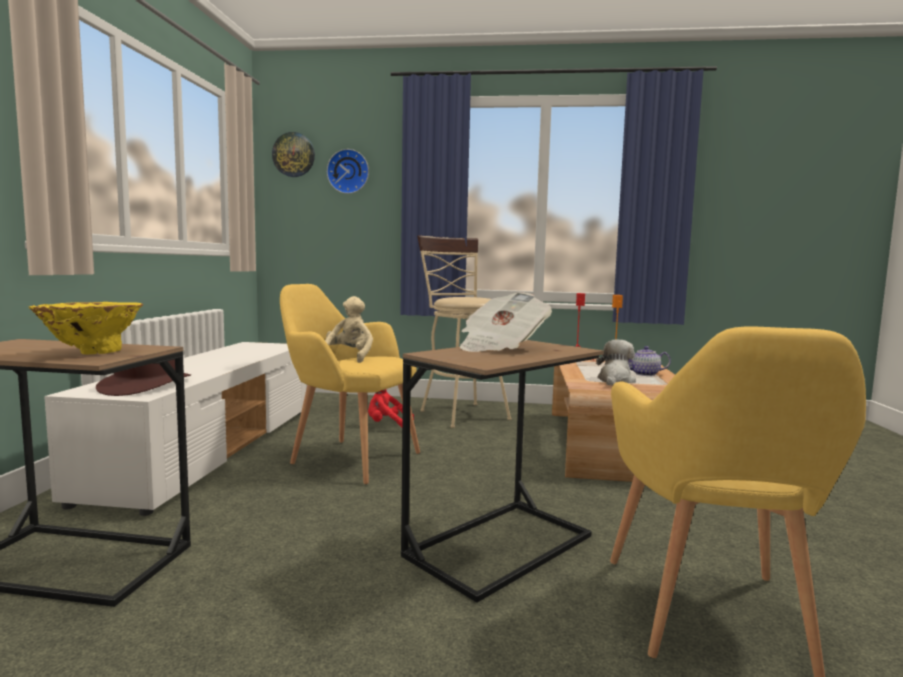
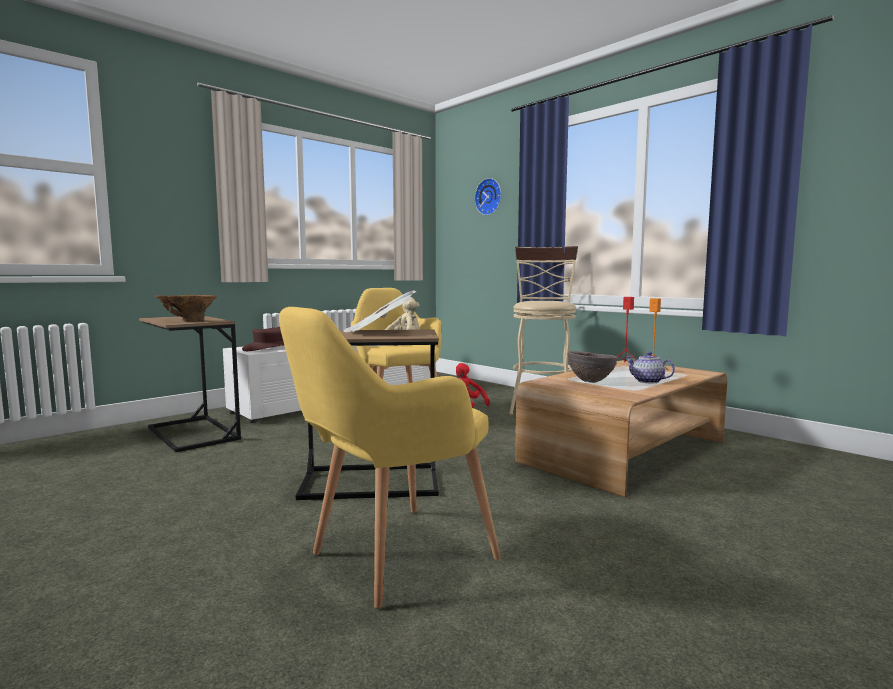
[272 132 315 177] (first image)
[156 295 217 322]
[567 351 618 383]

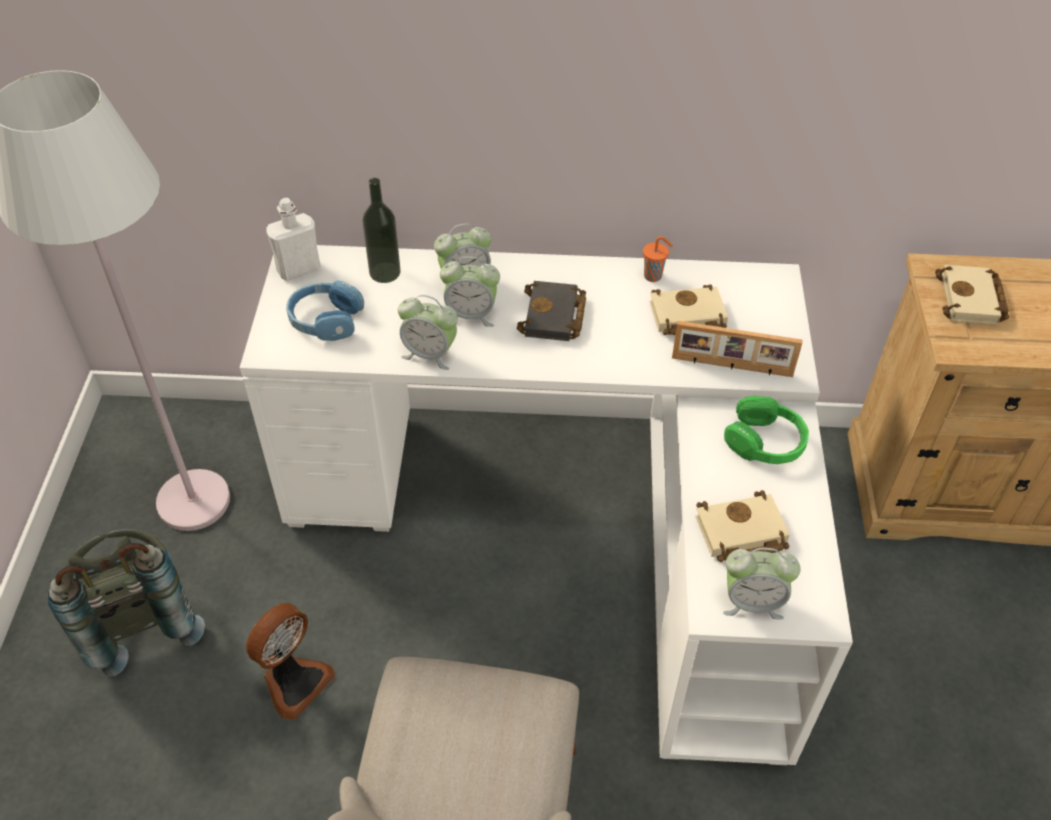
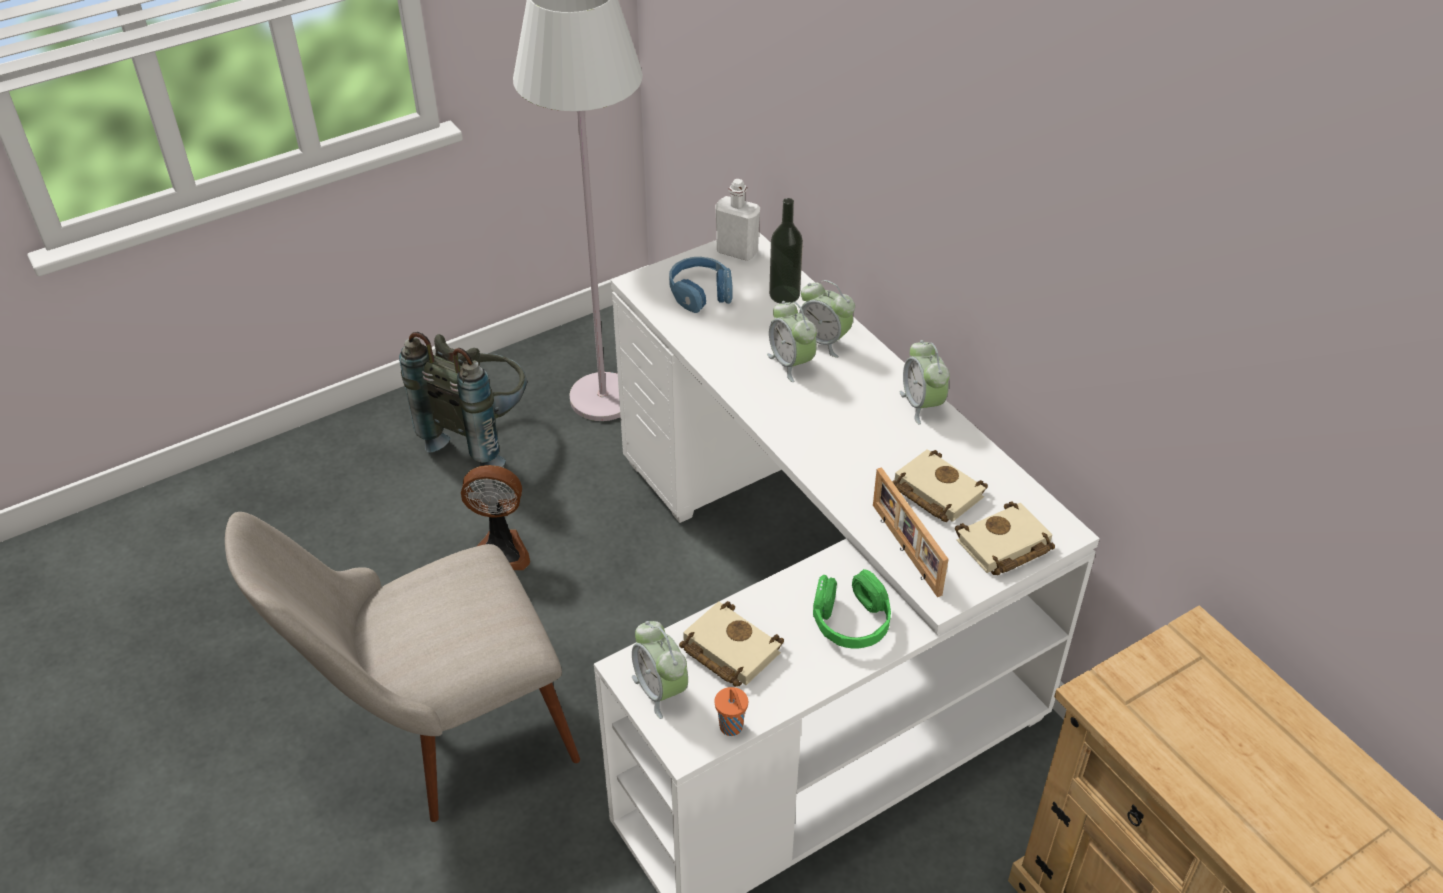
[714 687 748 736]
[955 501 1055 575]
[517 281 586 341] (first image)
[900 340 950 424]

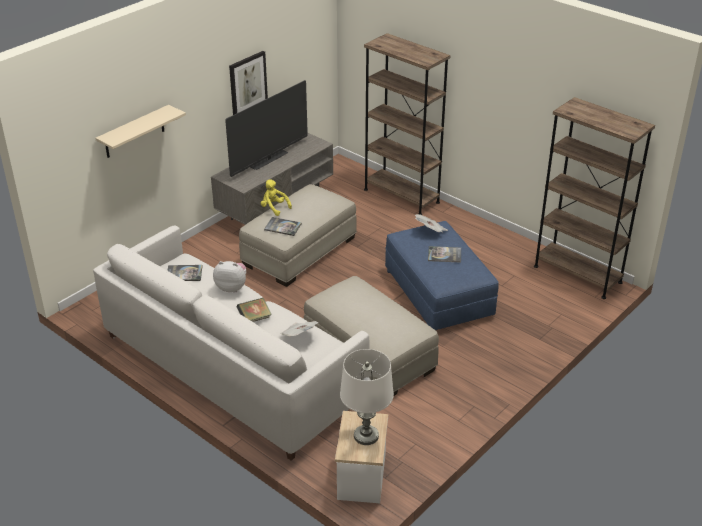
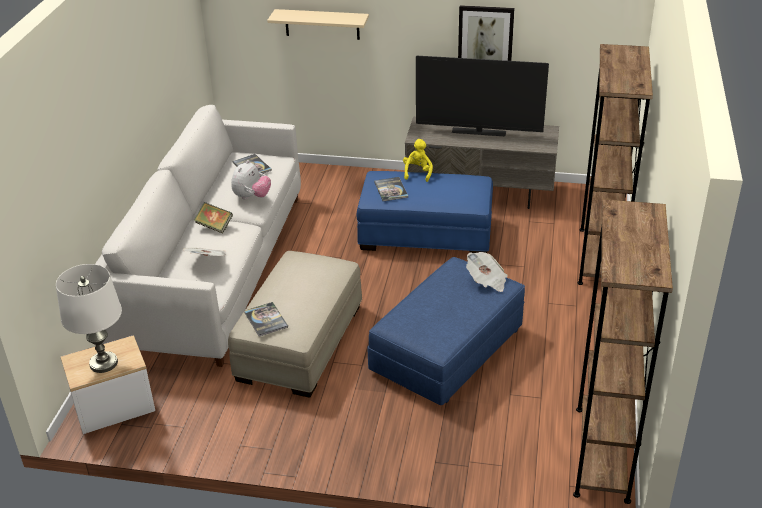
[356 171 493 253]
[244 302 288 336]
[231 160 271 200]

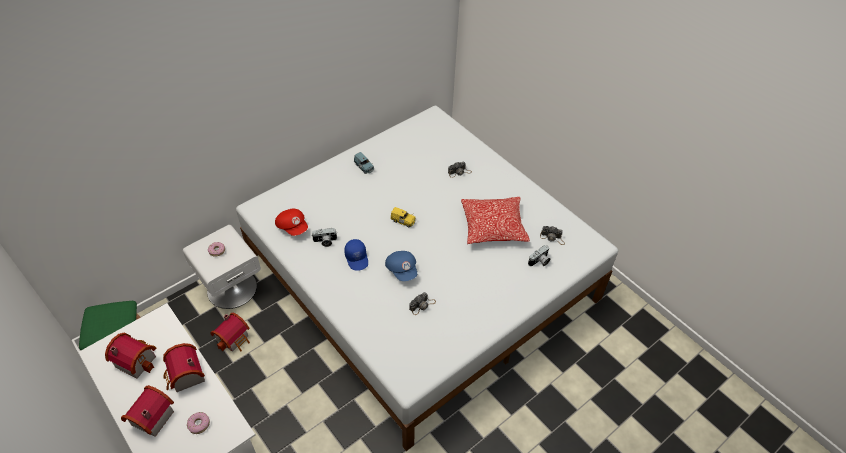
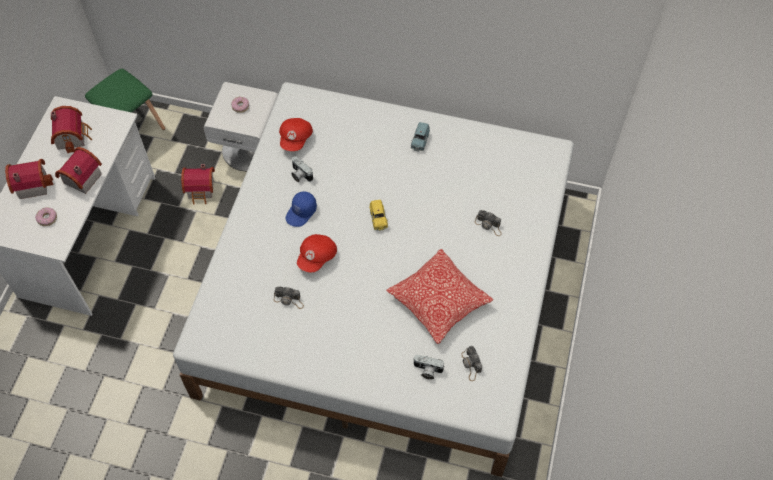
[297 234 337 272]

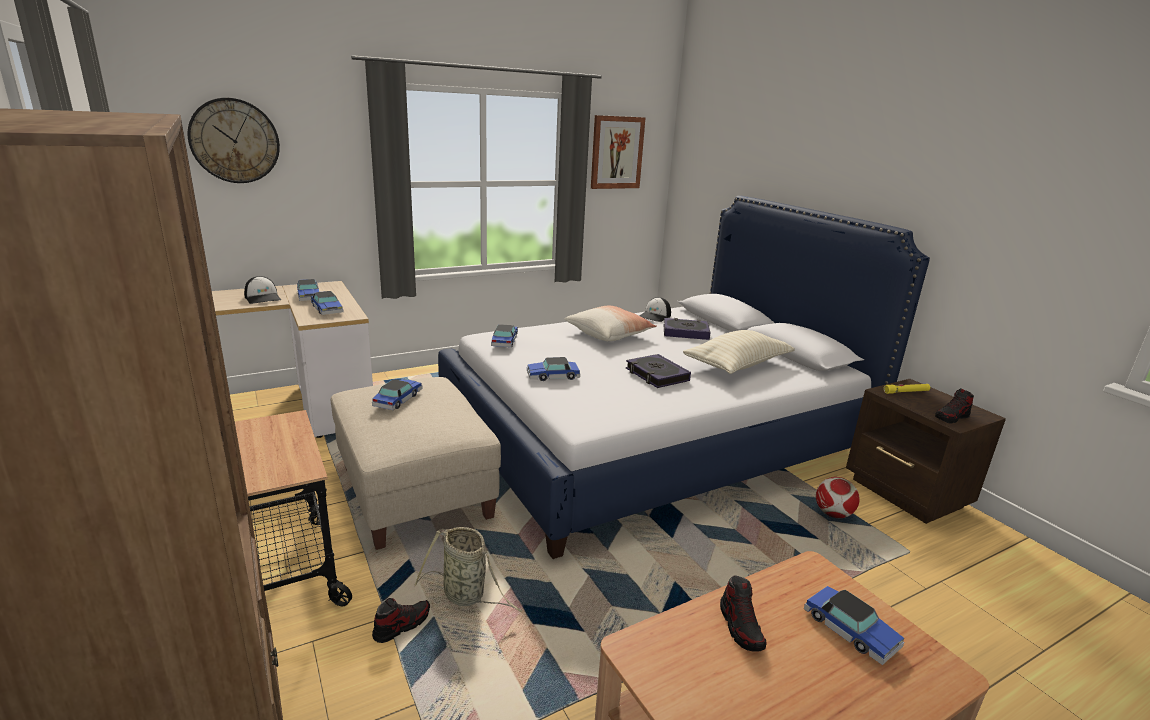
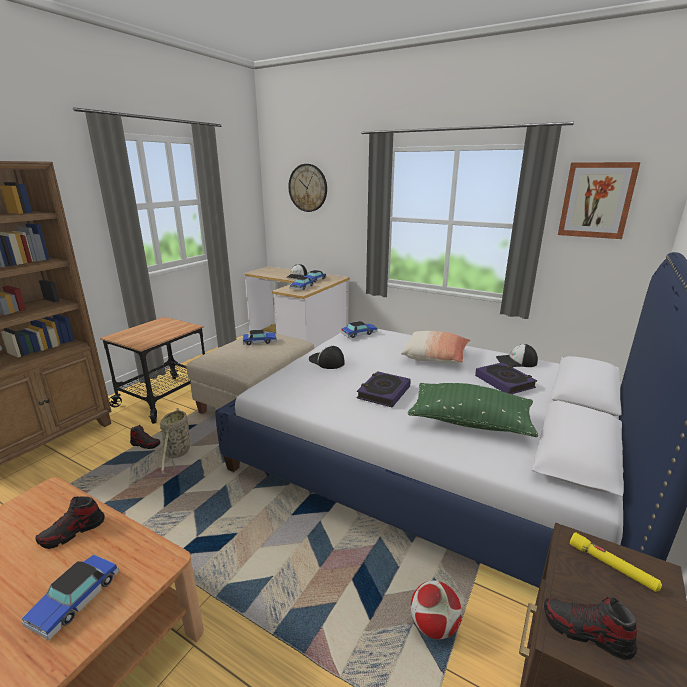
[407 383 538 437]
[309 346 345 369]

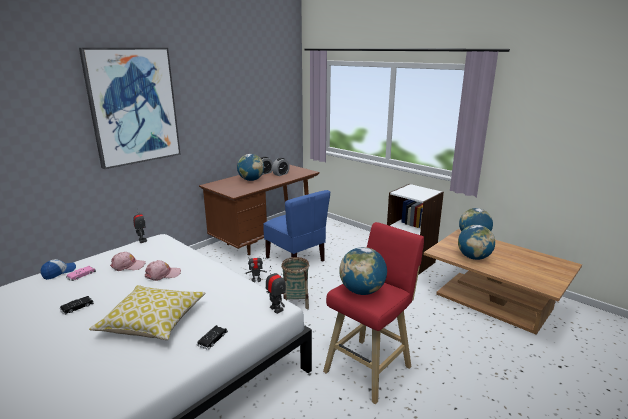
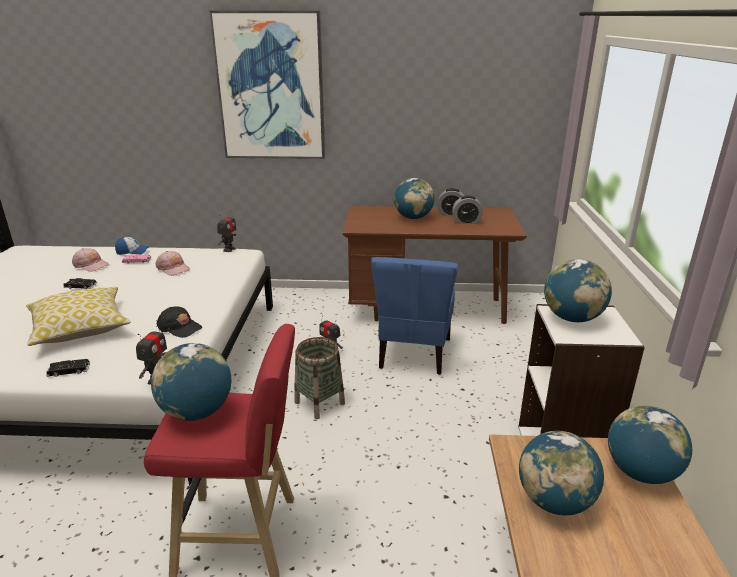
[72 248 109 272]
[544 259 612 322]
[157 306 202 338]

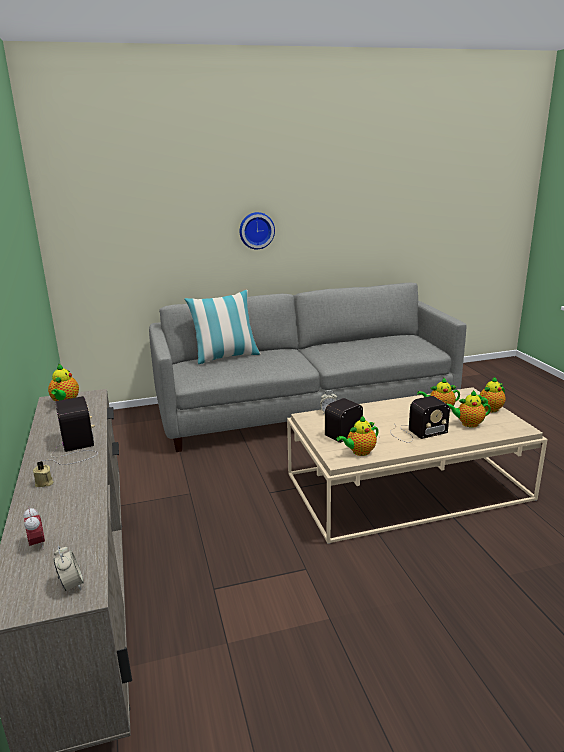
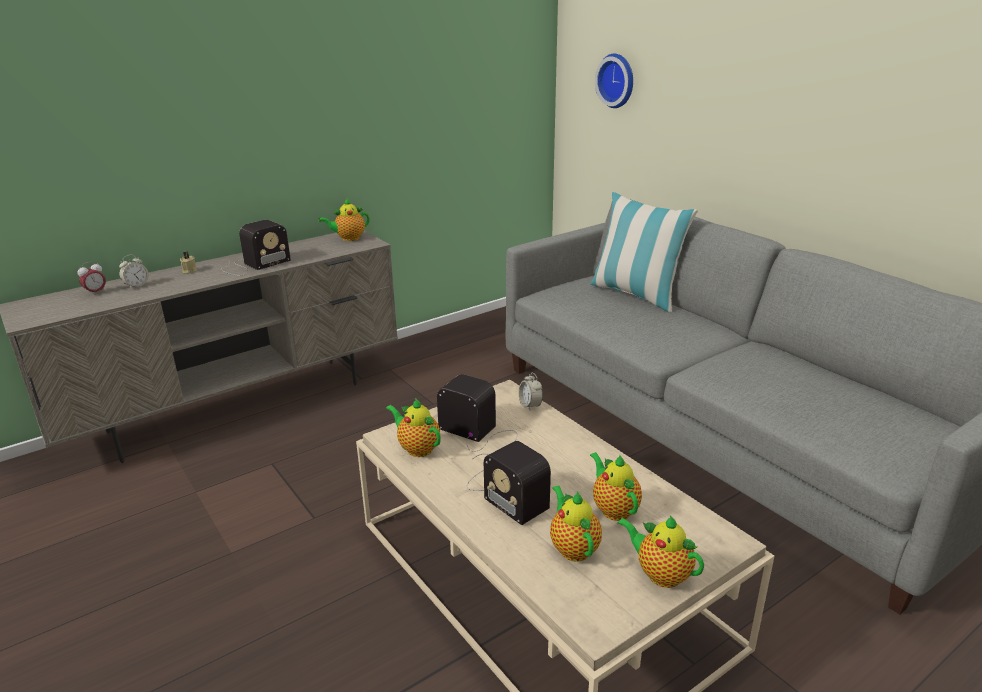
[595 54 633 108]
[119 255 148 289]

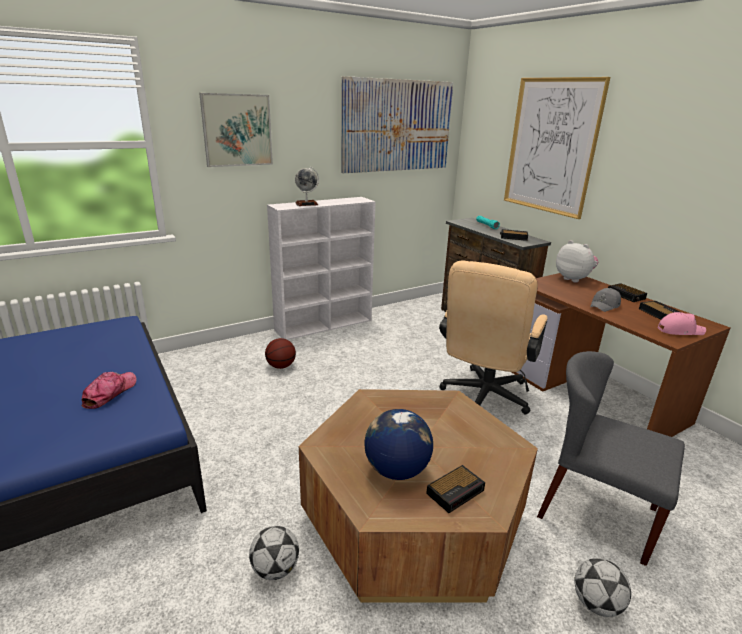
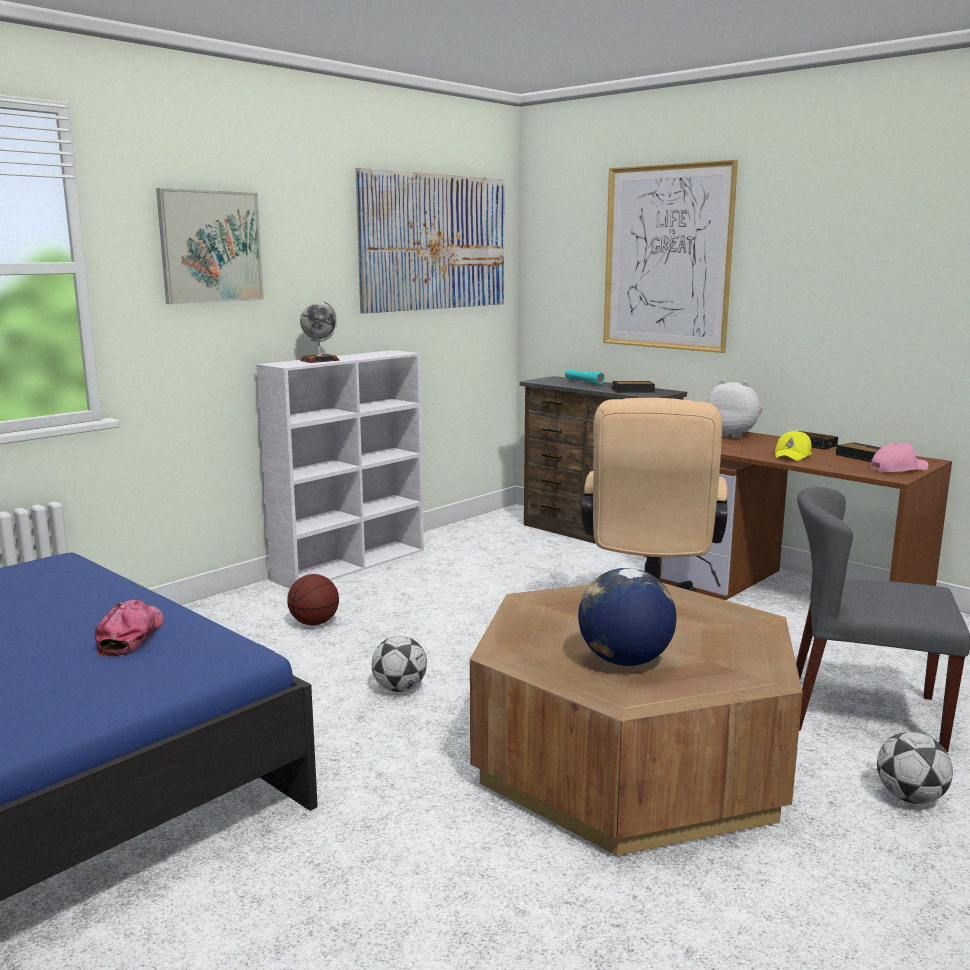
[775 430 812 461]
[426 465 485 513] (first image)
[372 636 427 692]

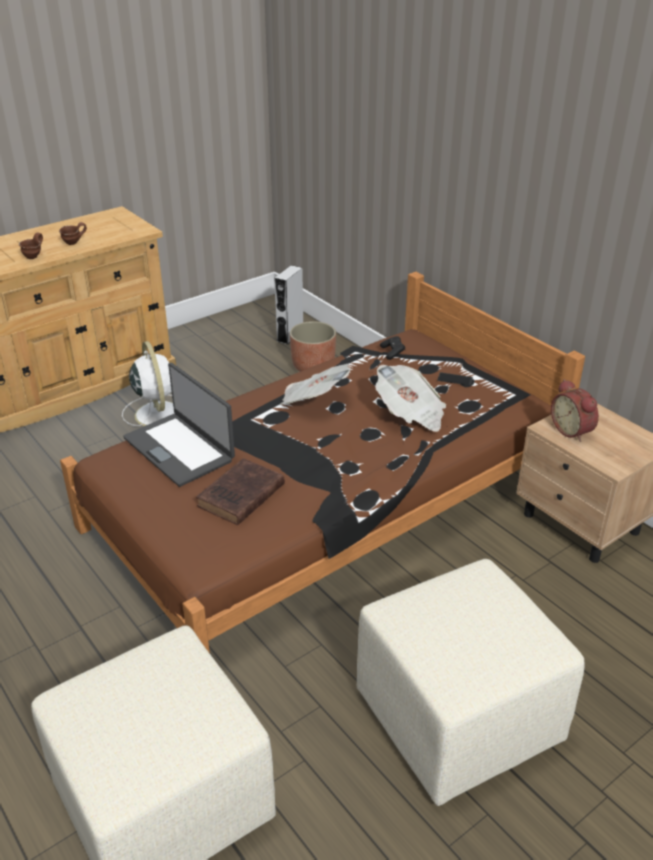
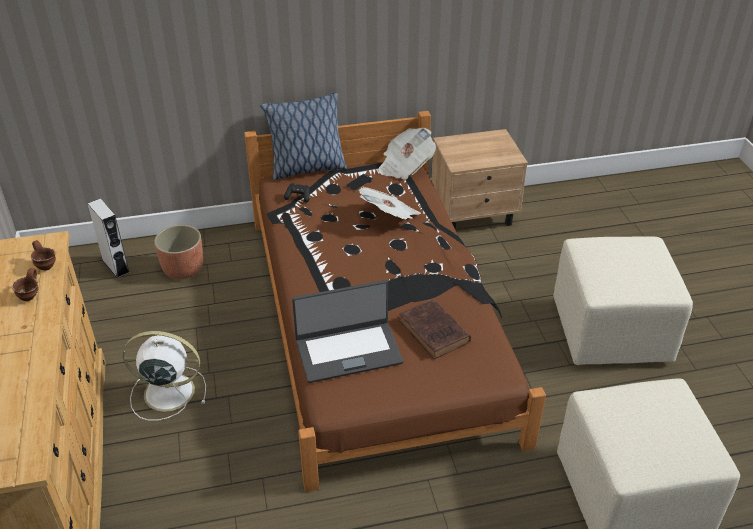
[31 240 56 271]
[378 128 436 180]
[551 379 599 442] (first image)
[260 92 347 181]

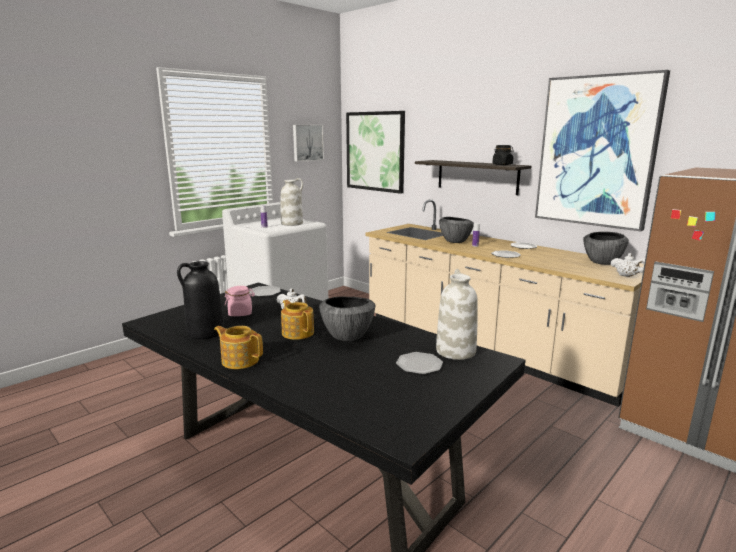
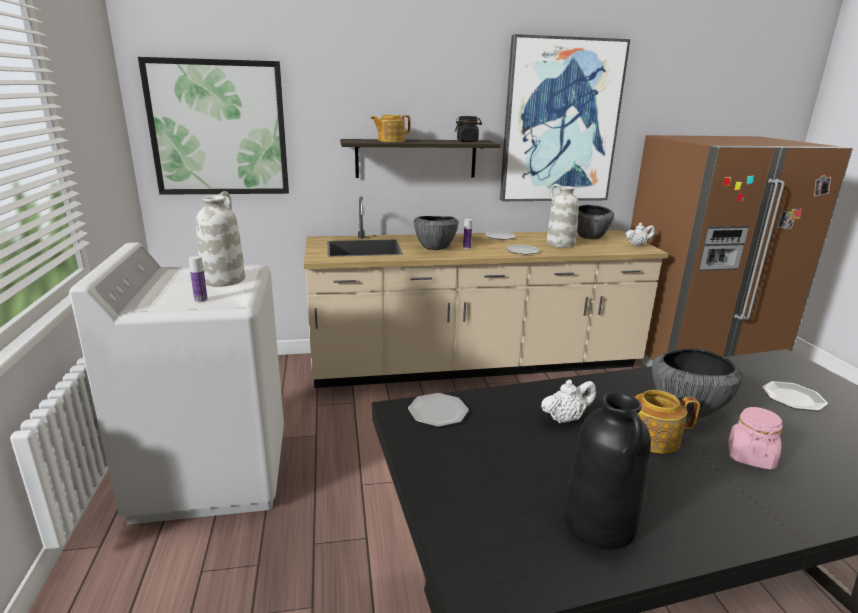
[293 125 324 162] (first image)
[546 184 579 248]
[729 407 783 470]
[371 115 411 142]

